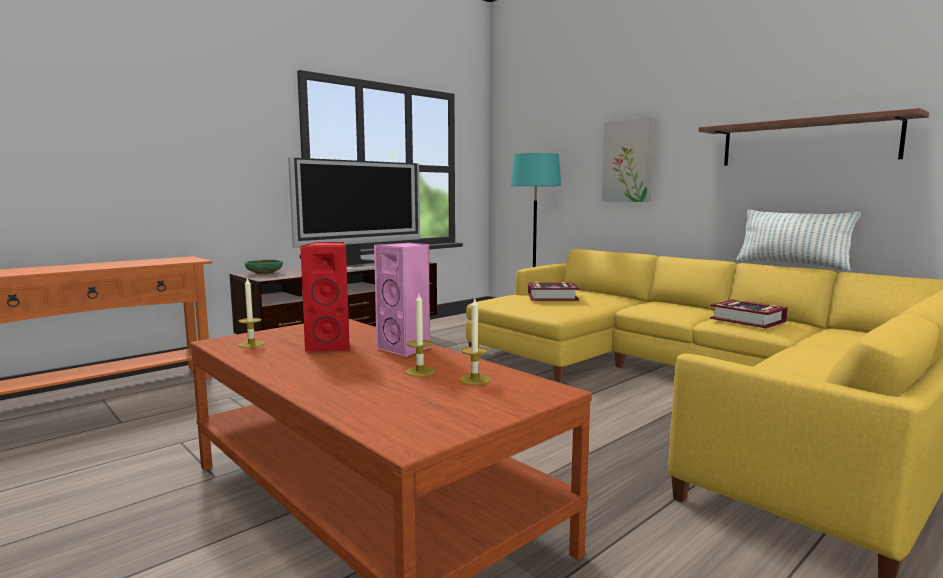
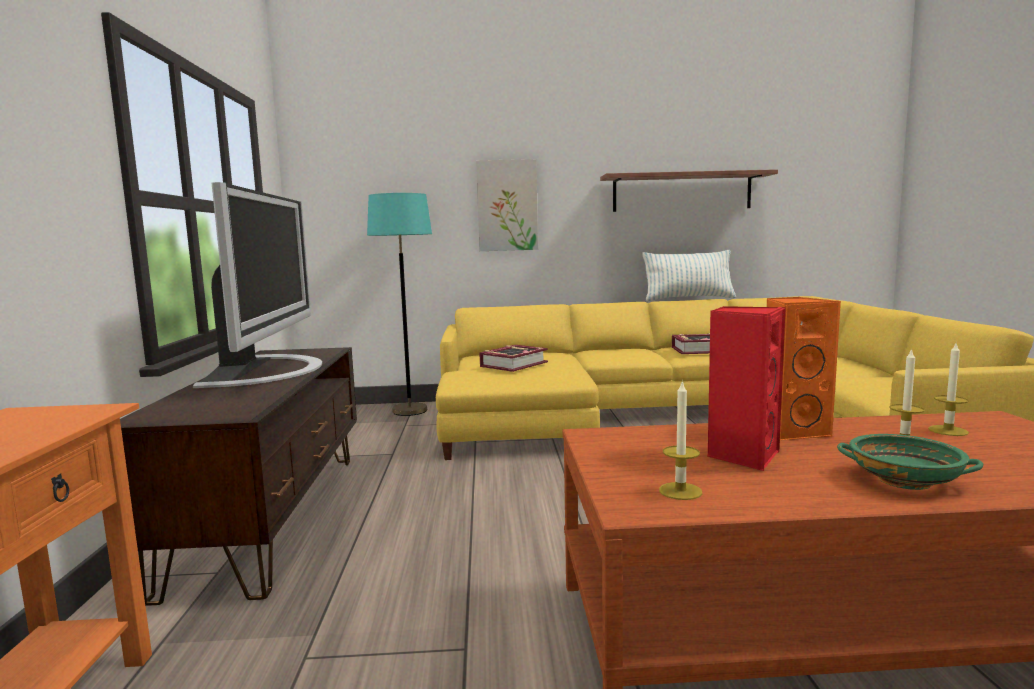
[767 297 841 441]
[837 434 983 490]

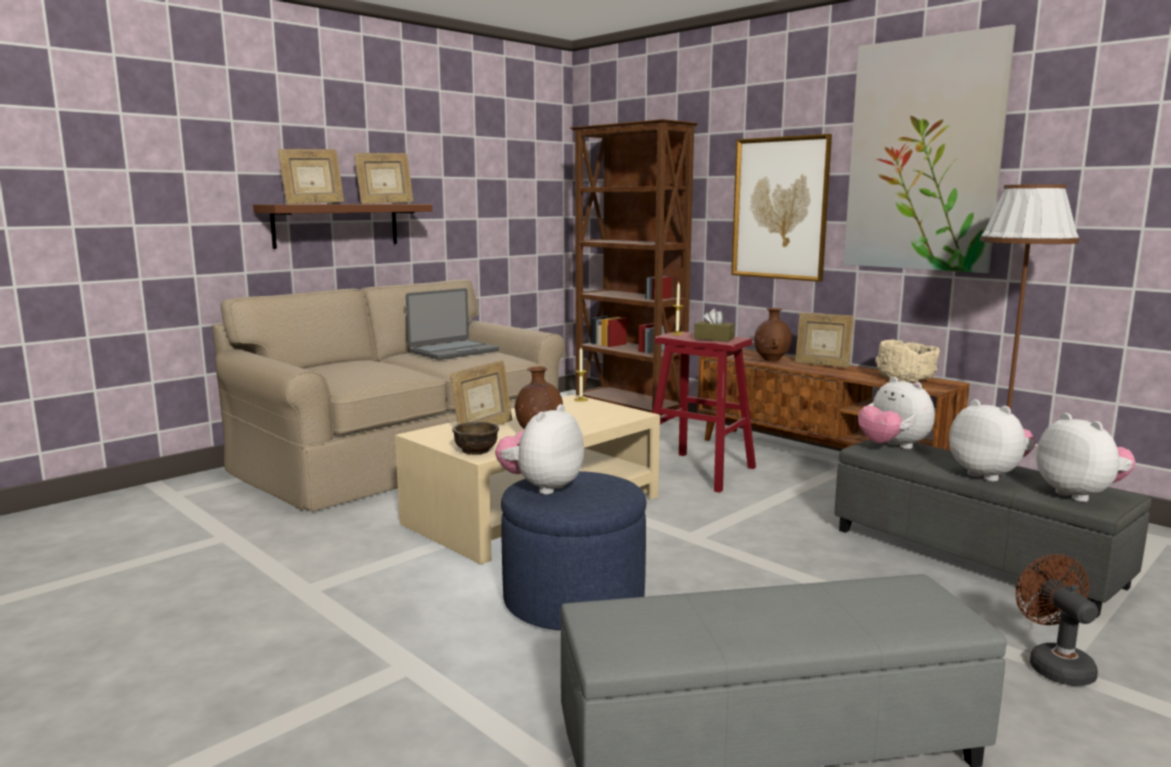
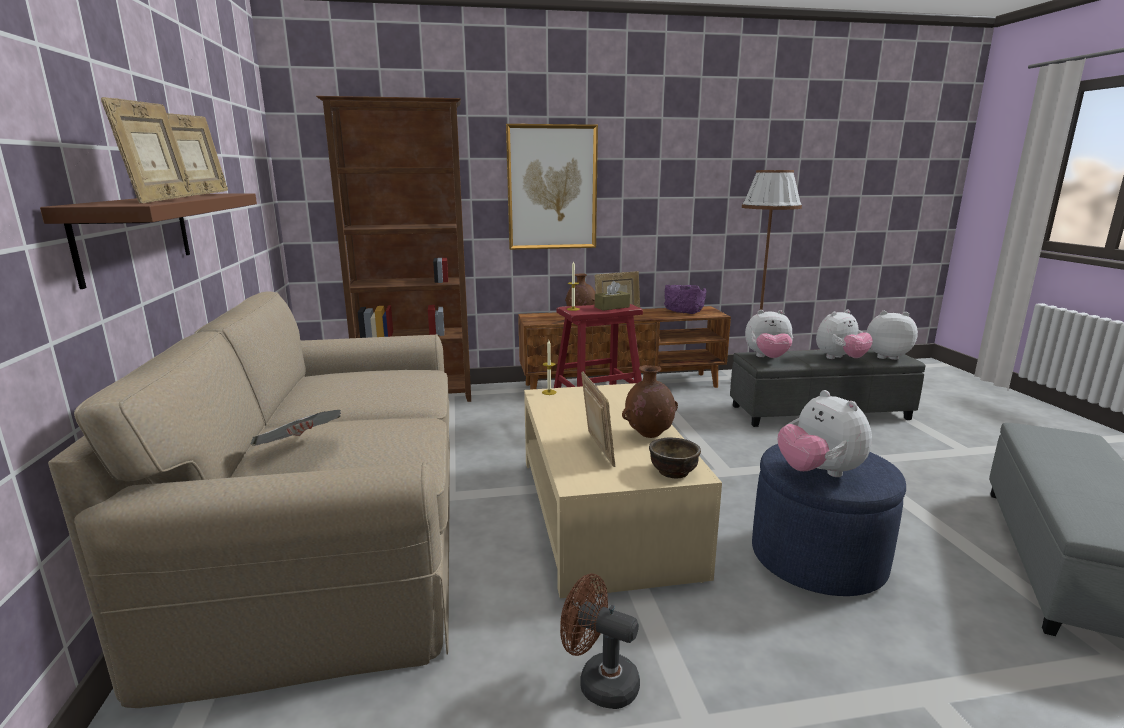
[843 25 1016 273] (first image)
[406 288 499 360] (first image)
[664 285 706 314]
[816 309 873 359]
[560 573 640 709]
[251 410 341 446]

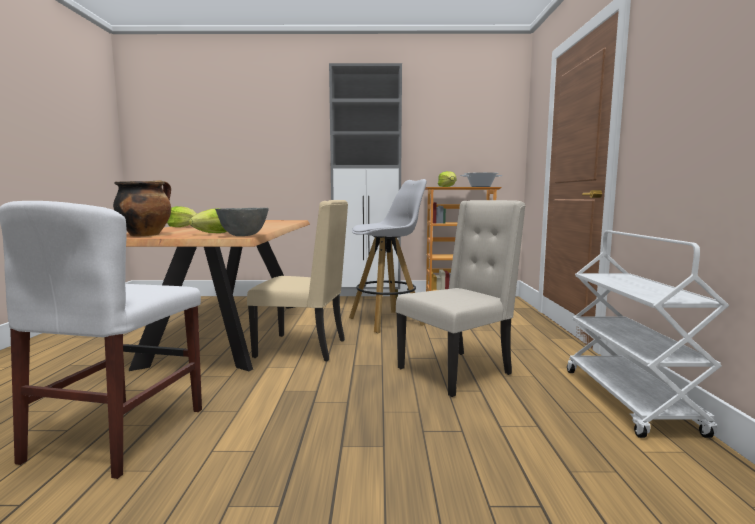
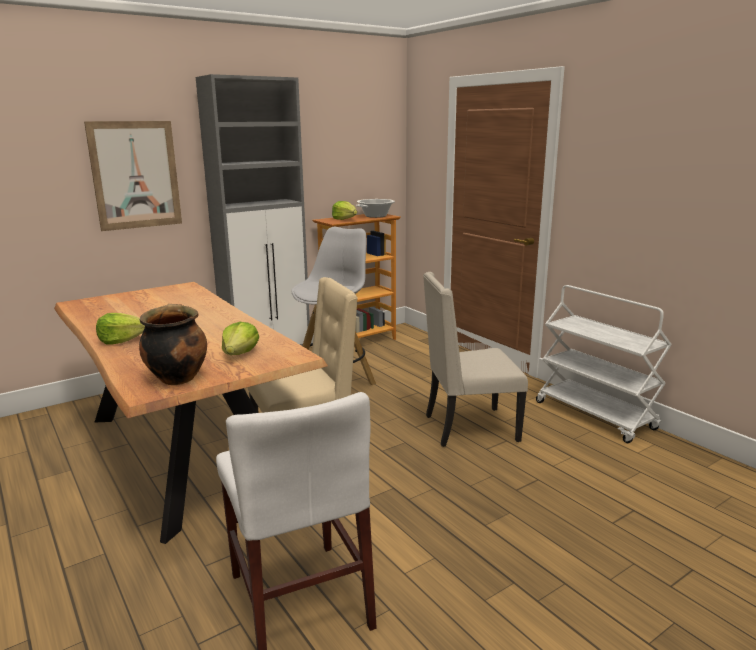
[423 272 528 447]
[215 208 269 236] (first image)
[84 121 182 231]

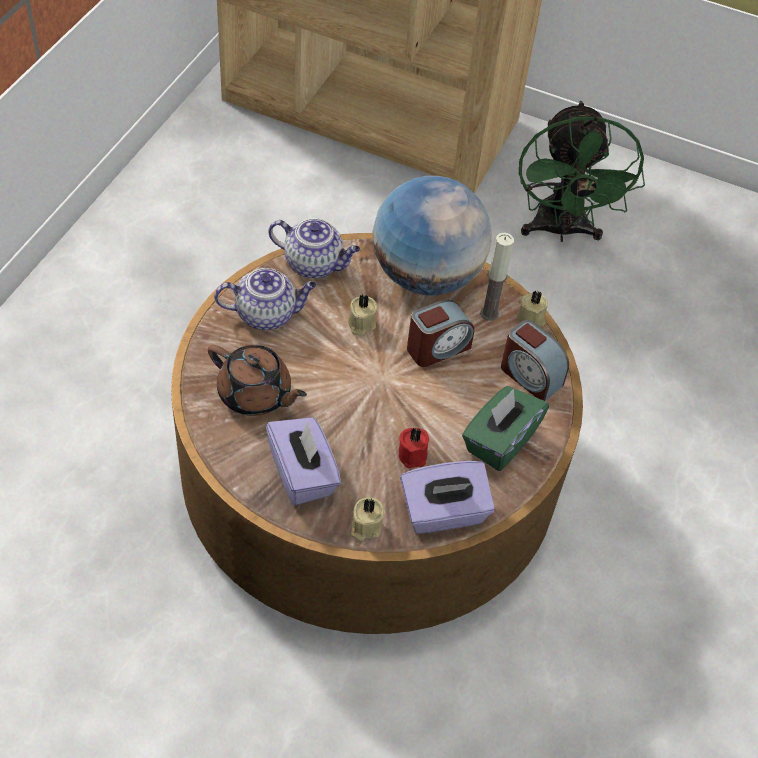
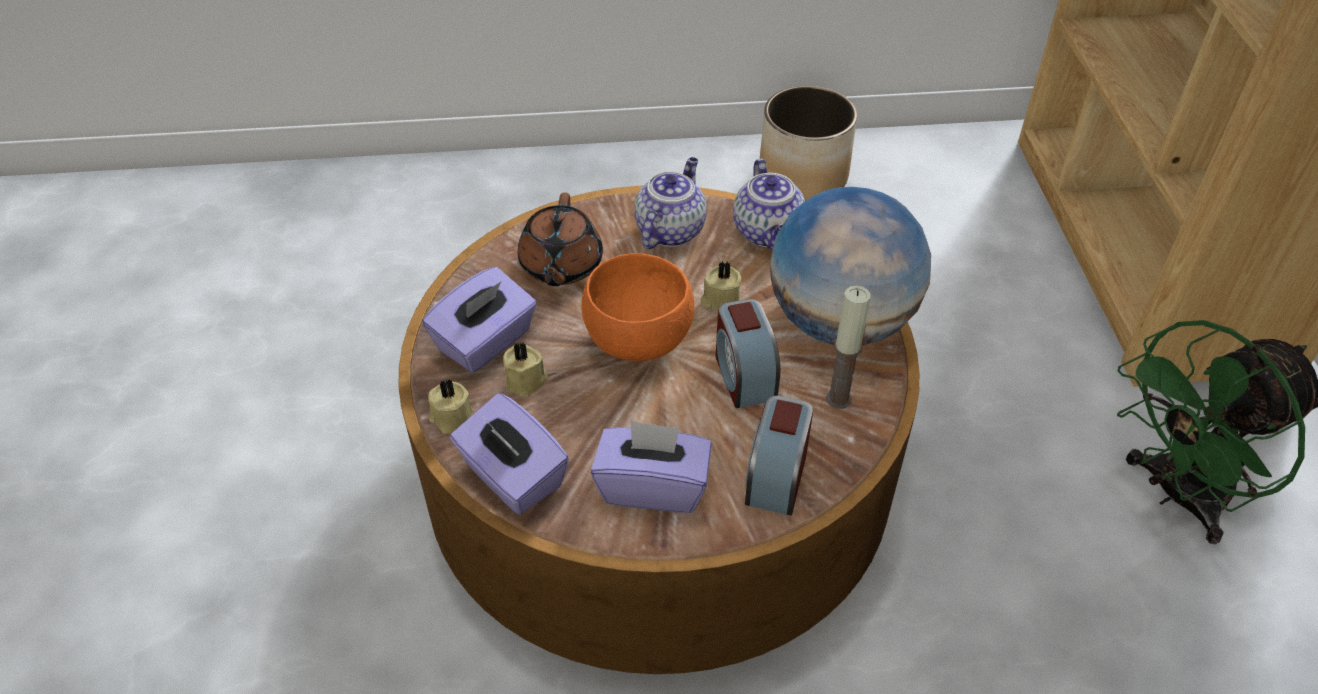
[634 157 707 249]
[503 342 548 397]
[716 299 780 408]
[591 420 712 513]
[399 427 429 468] (first image)
[760 86 857 201]
[582 253 694 361]

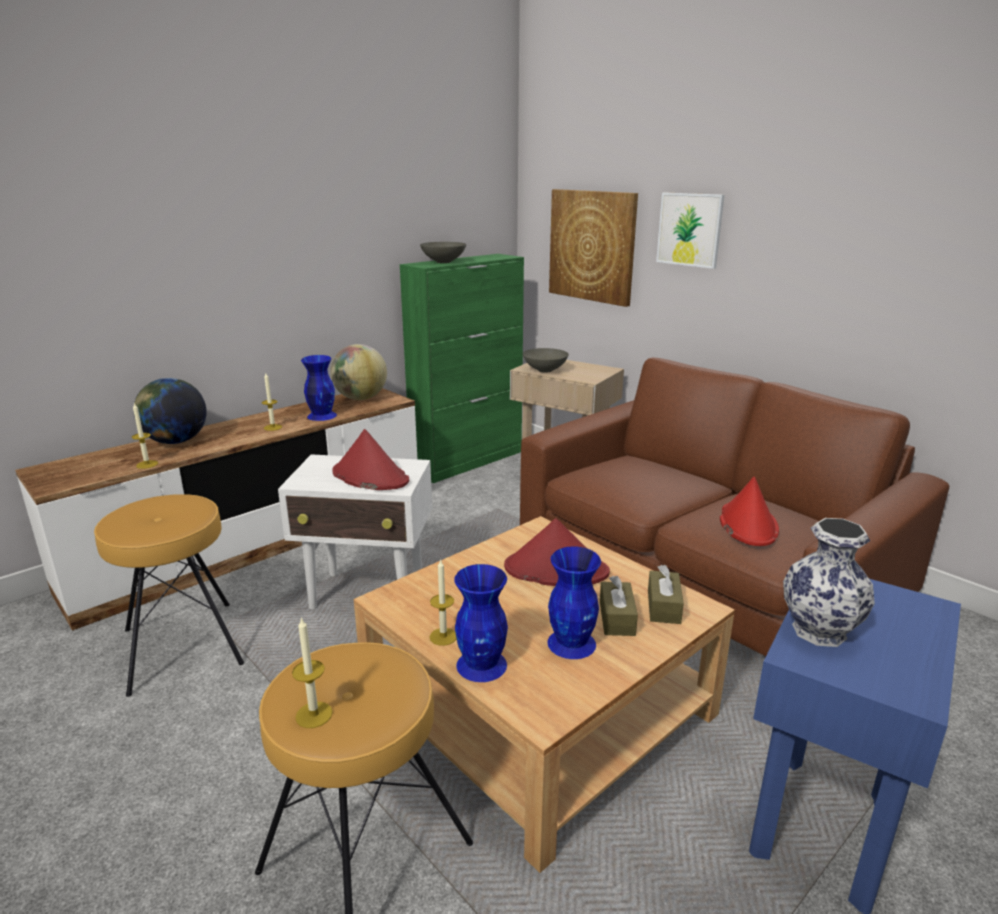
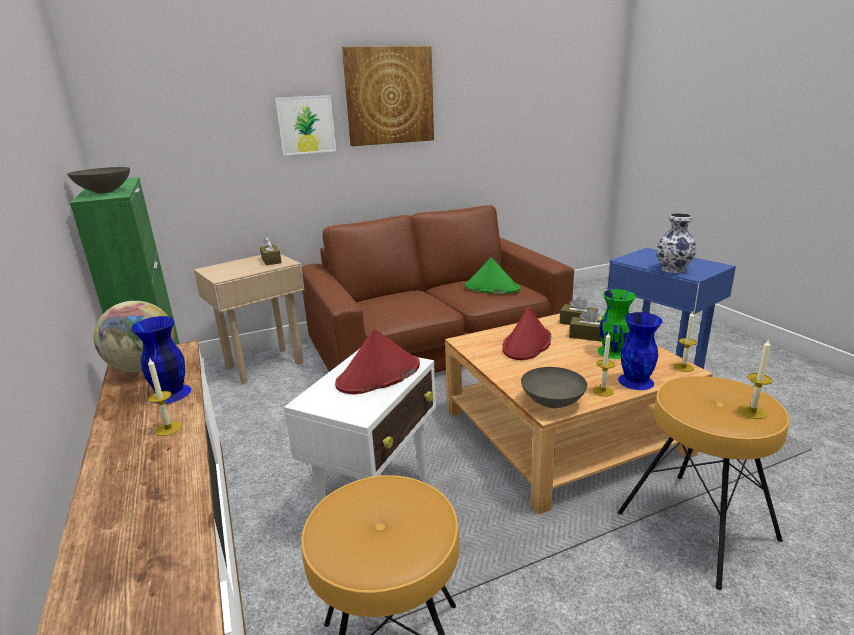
[342 46 434 146]
[521 367 587 408]
[133 378 207 444] (first image)
[673 311 697 372]
[465 257 521 294]
[598 289 636 359]
[260 237 282 265]

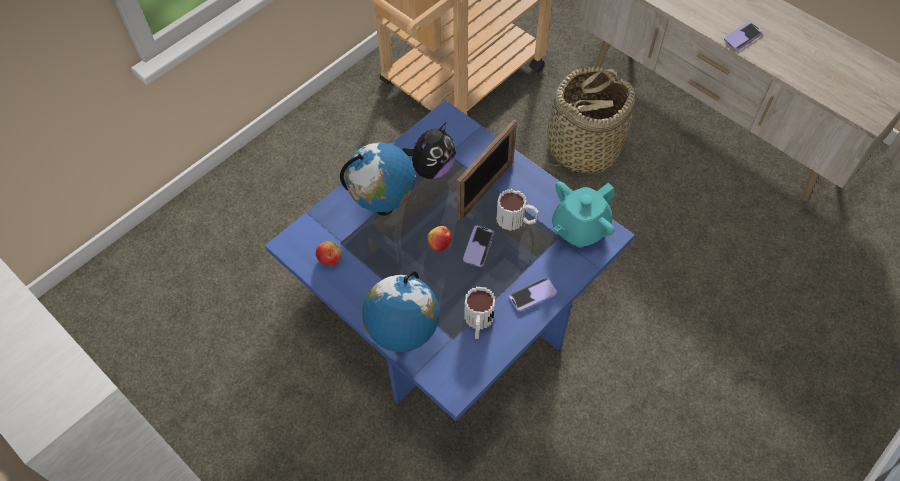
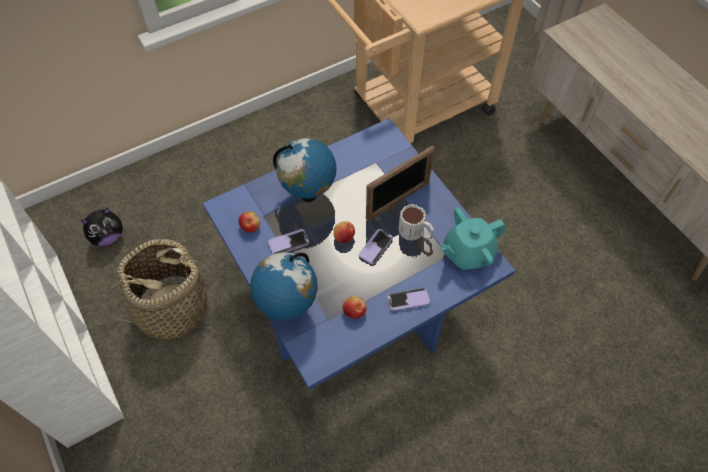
[268 229 309 254]
[103 239 216 340]
[81 208 123 246]
[343 296 367 319]

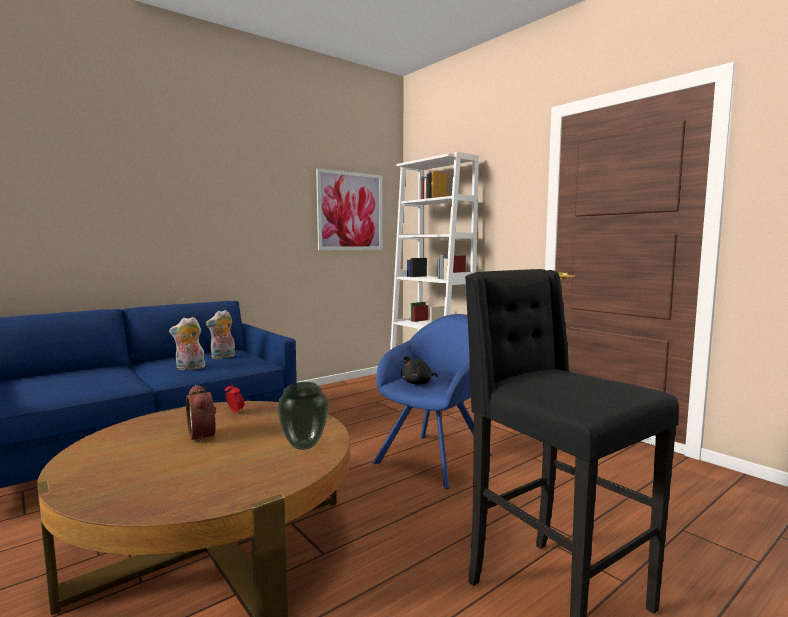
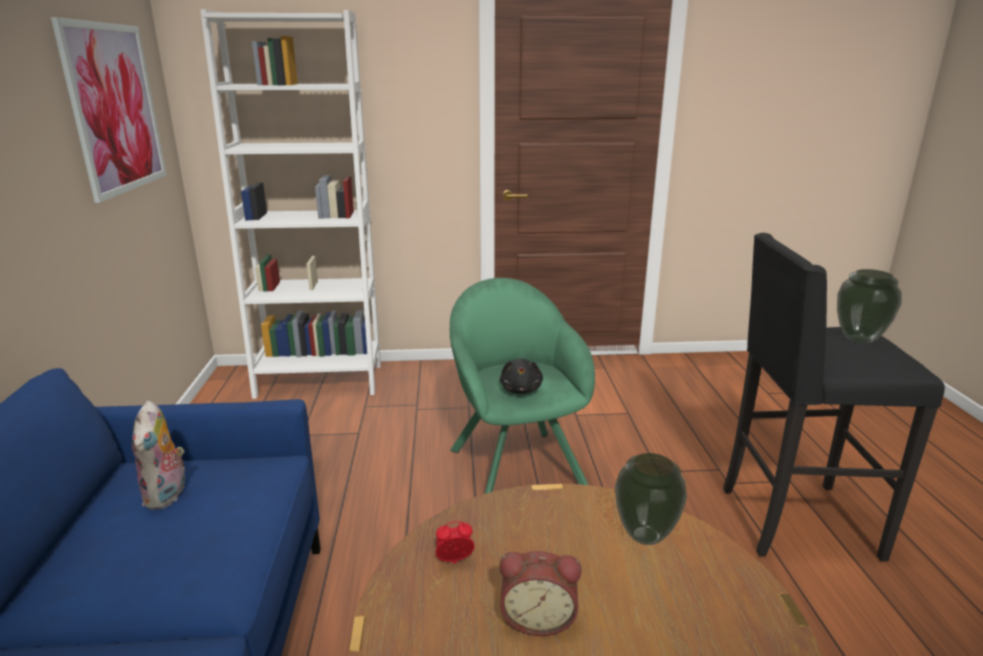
[450 278 595 494]
[169 317 205 370] (first image)
[837 269 902 344]

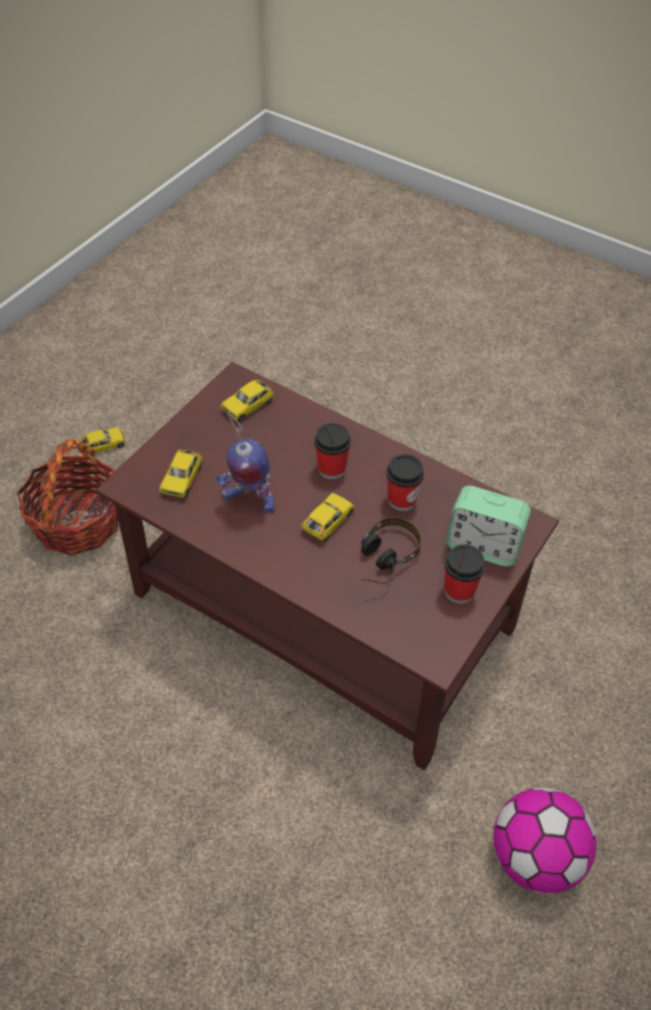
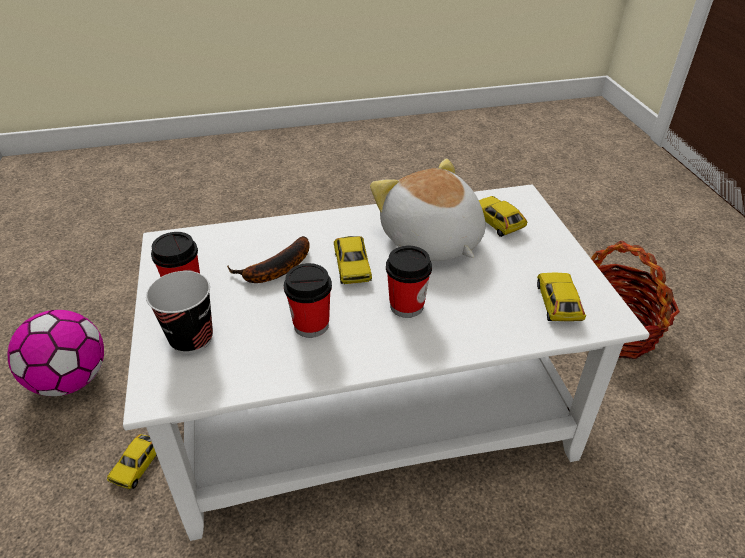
[123 184 650 541]
[370 159 486 261]
[107 434 157 489]
[146 271 213 354]
[227 236 310 283]

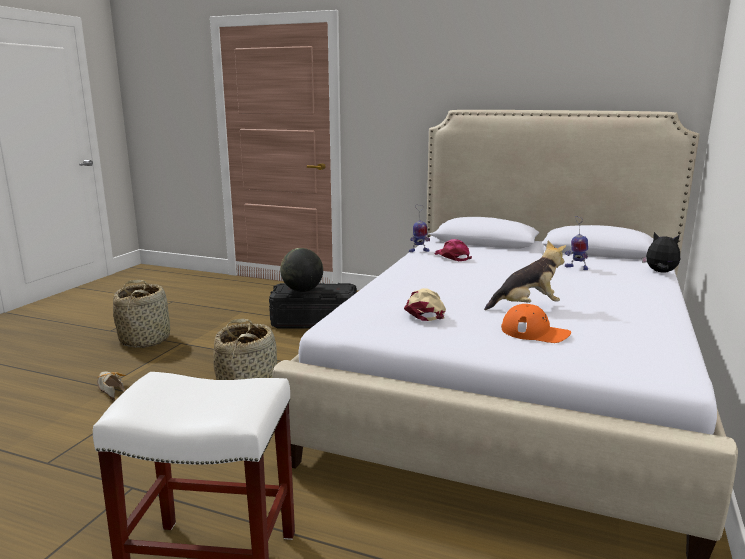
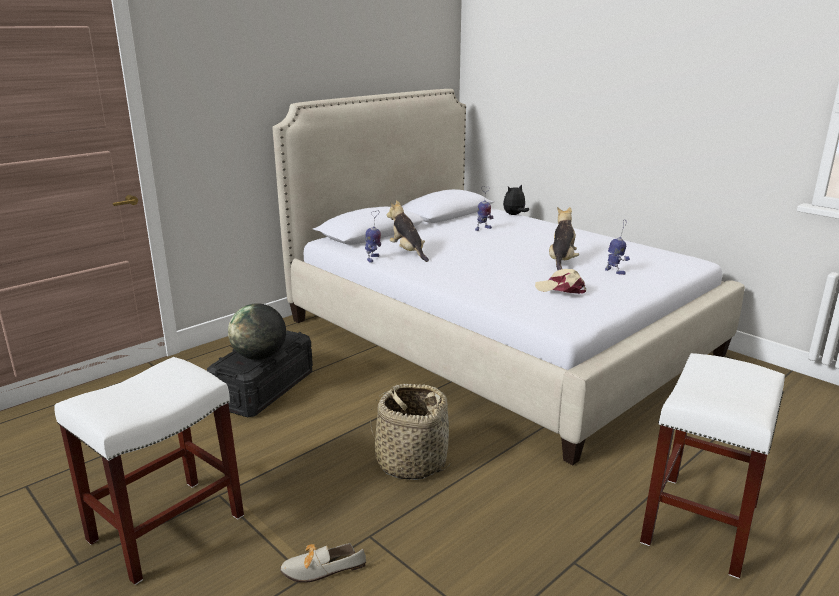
[387 200 429 262]
[55 357 244 585]
[605 219 630 275]

